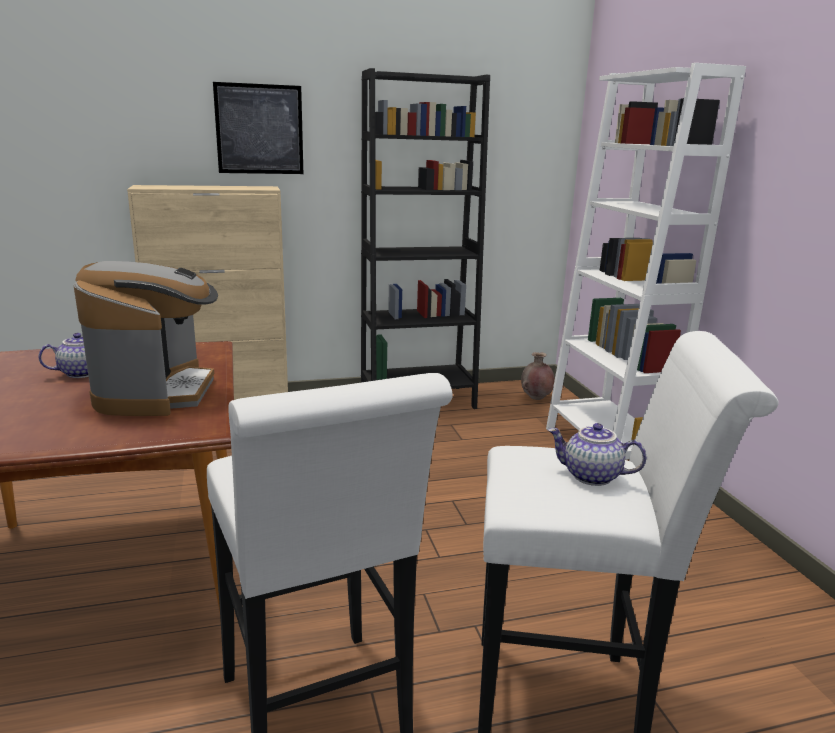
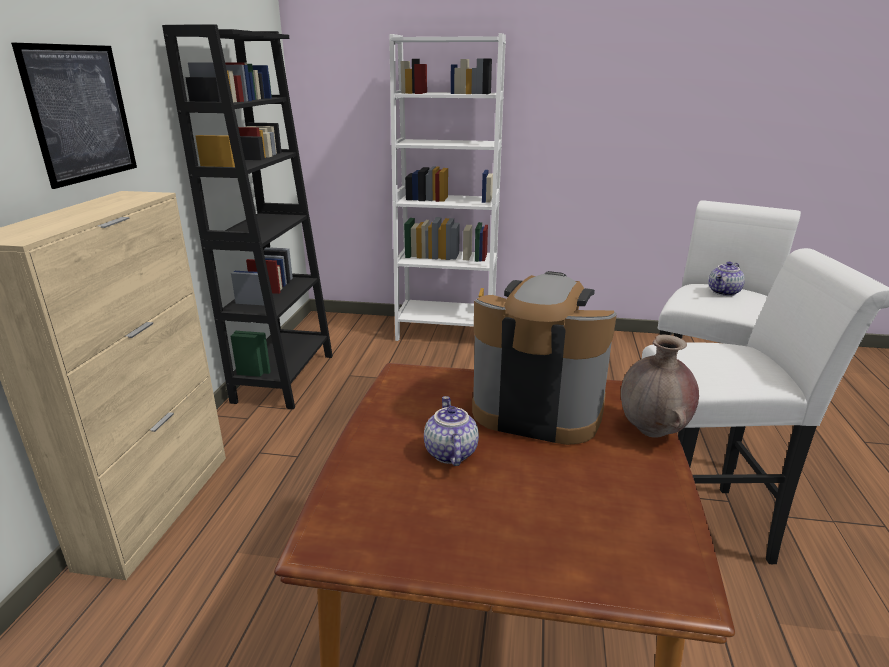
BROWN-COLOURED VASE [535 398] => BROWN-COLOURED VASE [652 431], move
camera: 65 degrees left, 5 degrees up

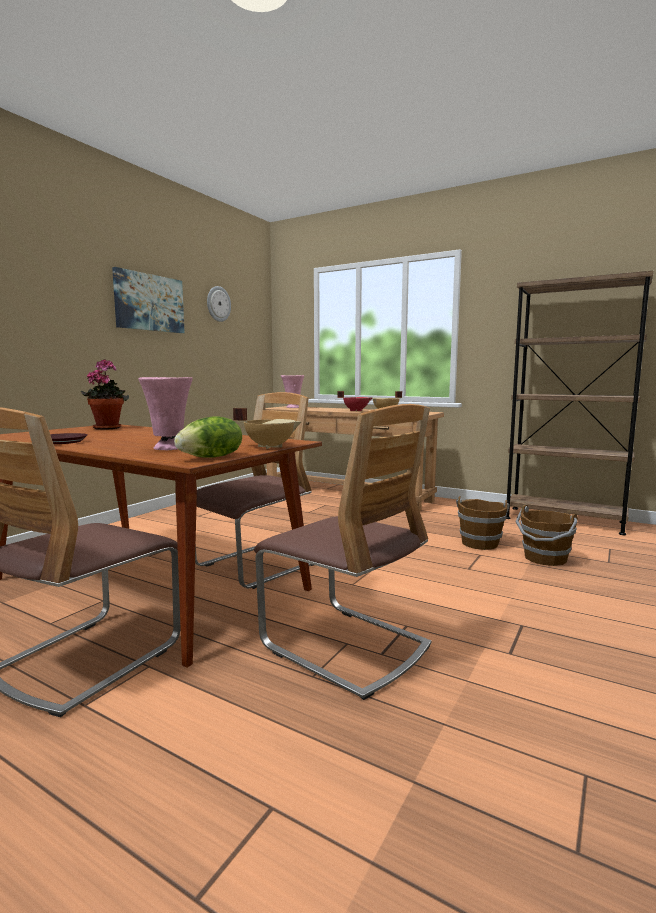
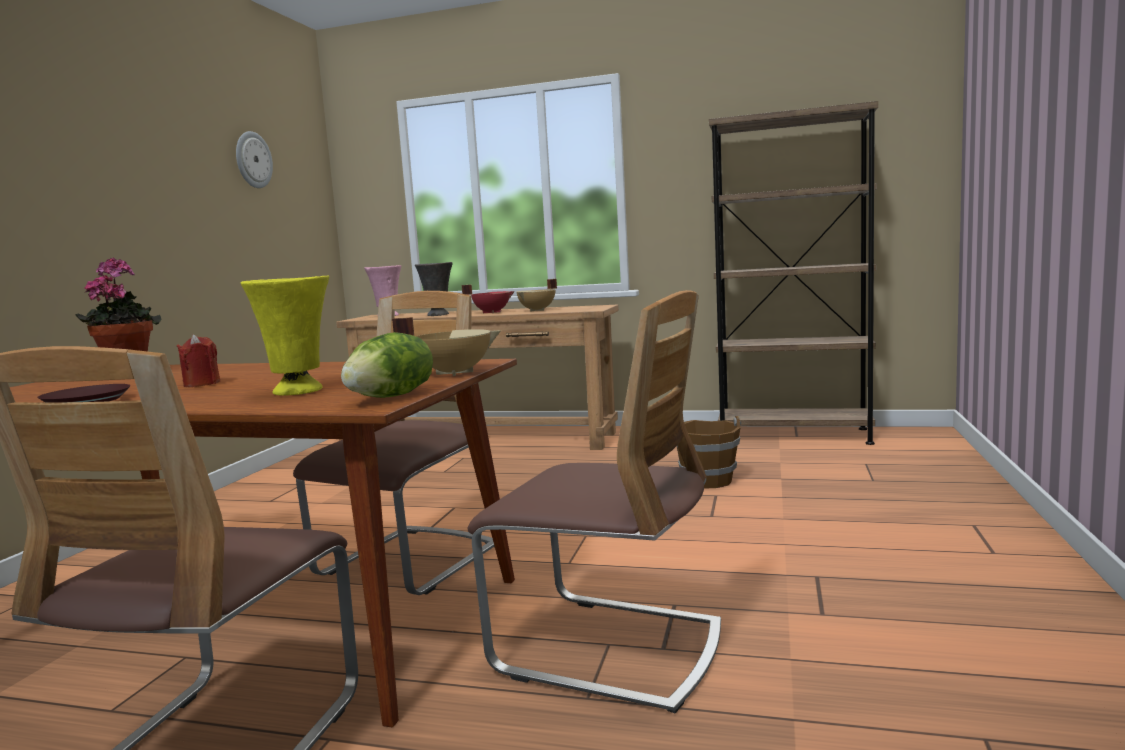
PICTURE [149 302] => nothing
PINK-COLOURED VASE [169 448] => YELLOW VASE [299 391]
BROWN-COLOURED BUCKET [545 559] => nothing
nothing => RED WAX CANDLE [202 384]
nothing => GREYISH VASE [438 315]
camera: 15 degrees left, 0 degrees up

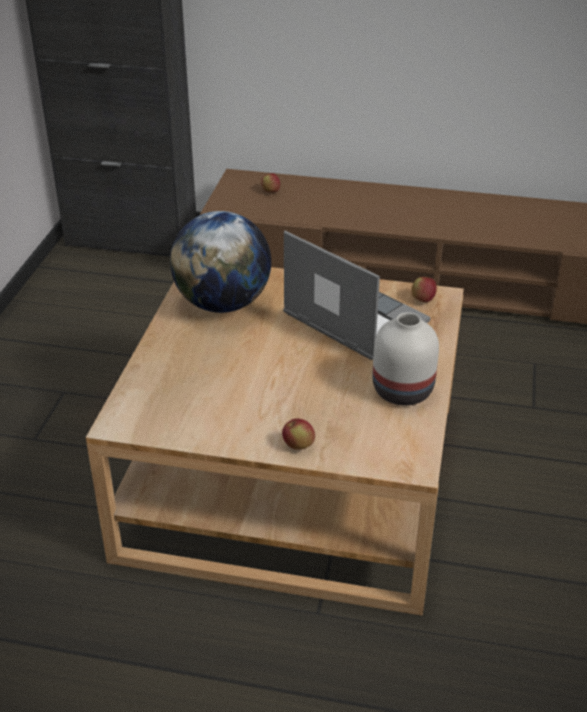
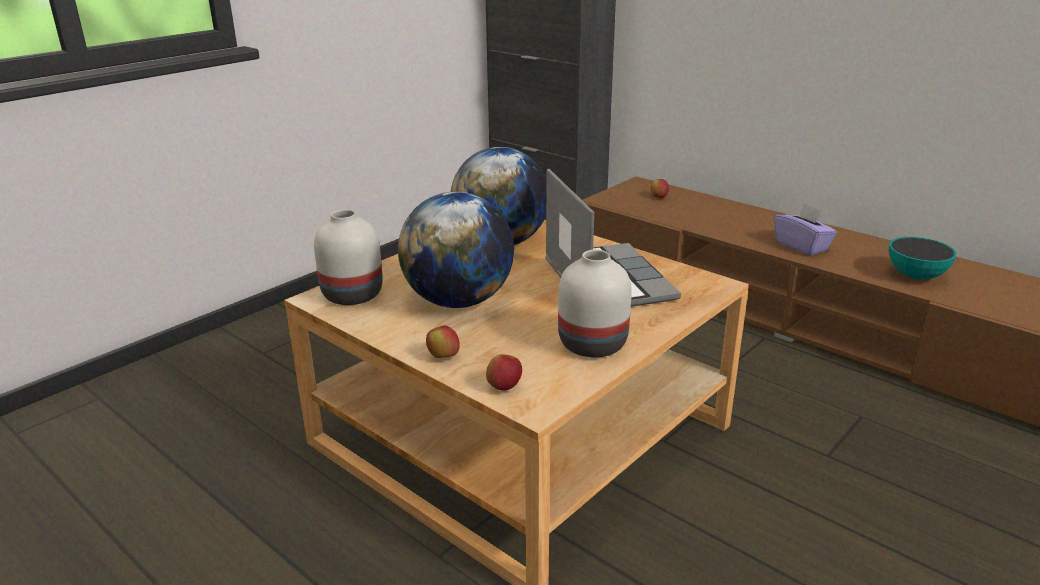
APPLE [423 300] => APPLE [504 387], move
nothing => WHITISH VASE [351 294]
nothing => WORLD GLOBE [458 301]
nothing => PURPLE-COLOURED TISSUE HOLDER [802 246]
nothing => SERVING BOWL [915 276]
camera: 30 degrees right, 10 degrees down

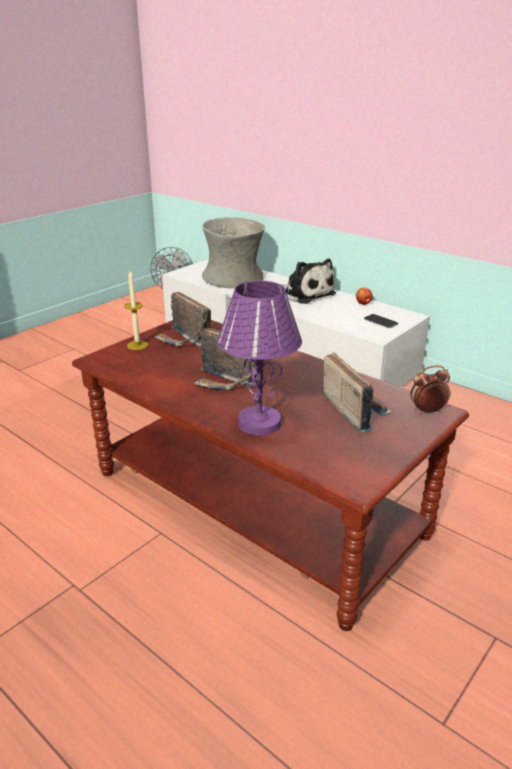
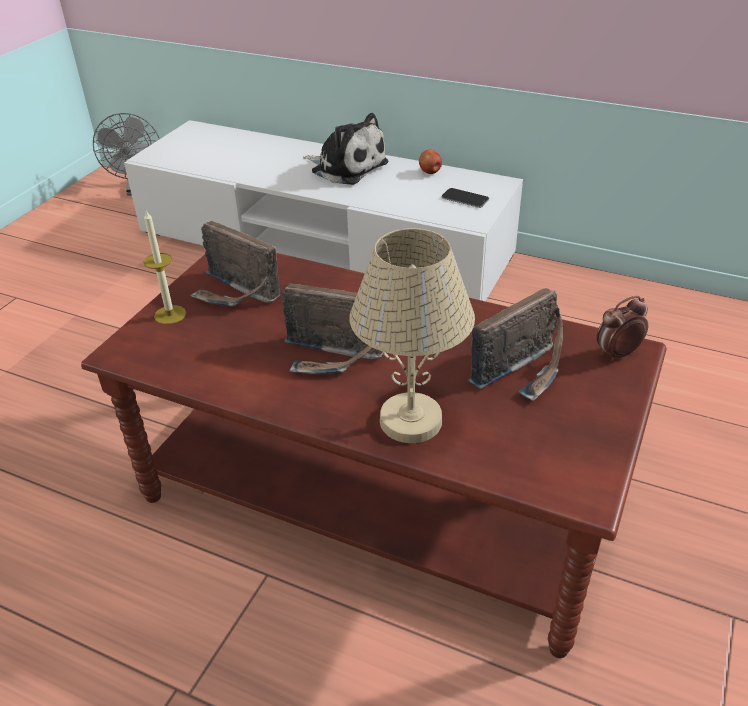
GREYISH VASE [233 279] => nothing
PURPLE-COLOURED TABLETOP LAMP [260 423] => BEIGE TABLETOP LAMP [412 421]
RADIO RECEIVER [354 409] => RADIO RECEIVER [525 370], 90 degrees clockwise
camera: 15 degrees left, 10 degrees up

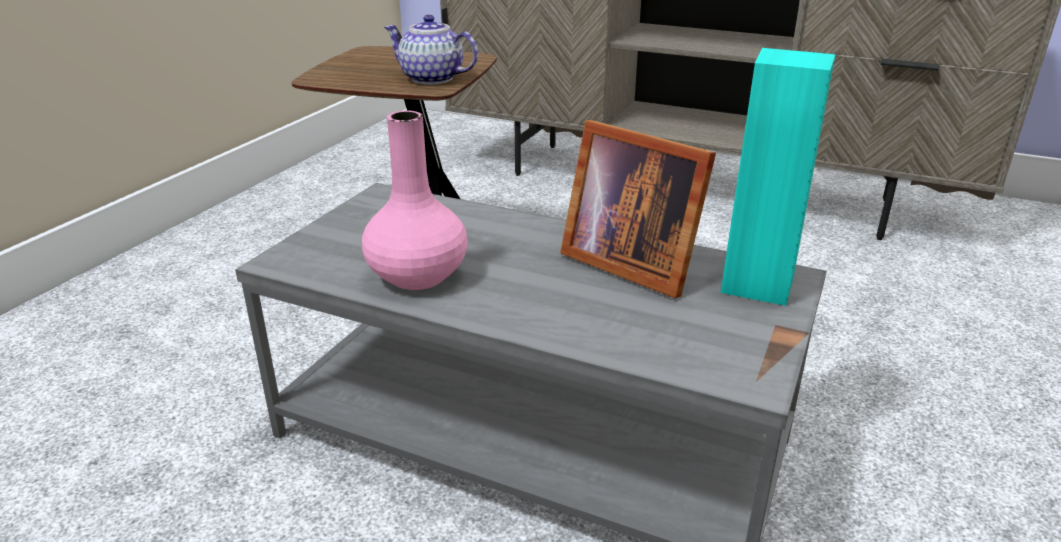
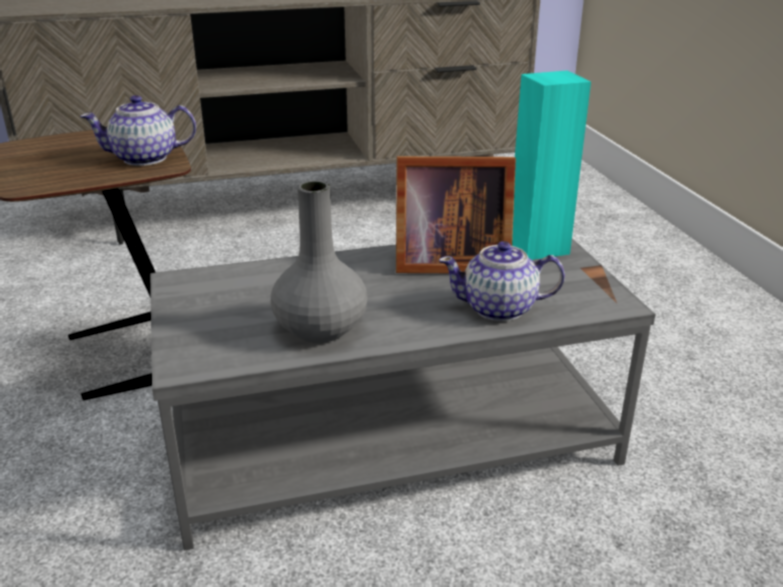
PINK-COLOURED VASE [417 275] => GREYISH VASE [319 328]
nothing => TEA POT [500 309]
camera: 40 degrees left, 0 degrees up

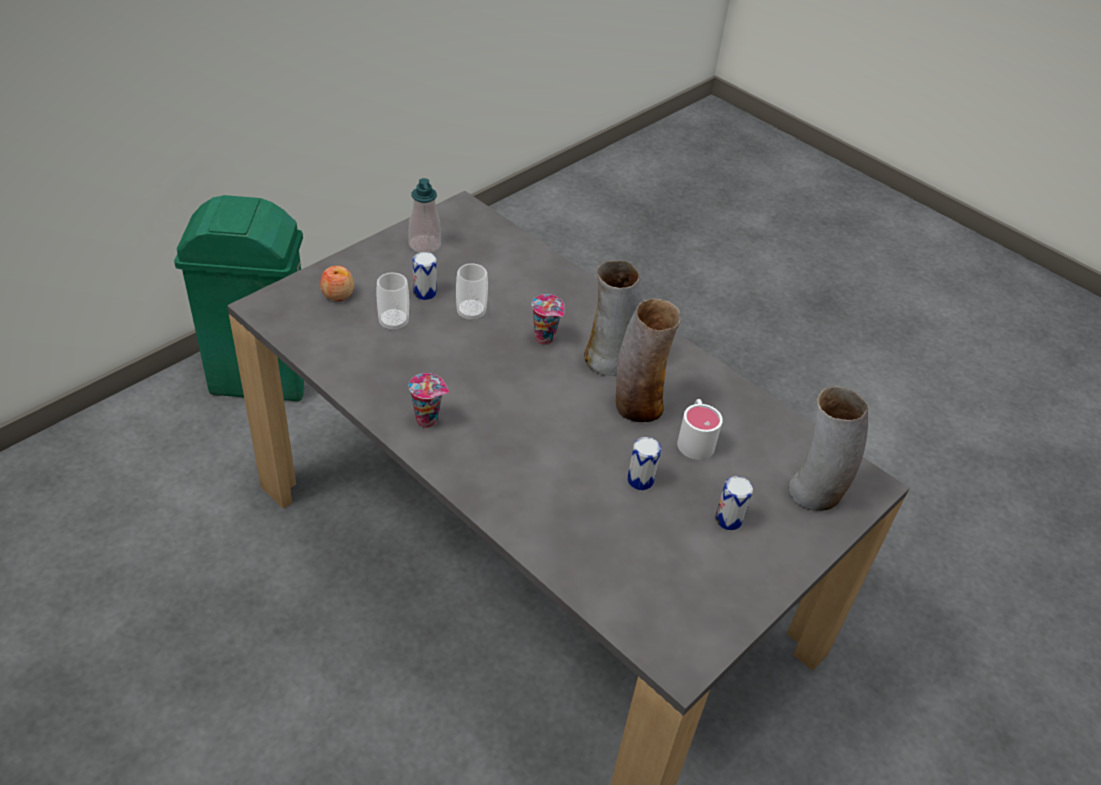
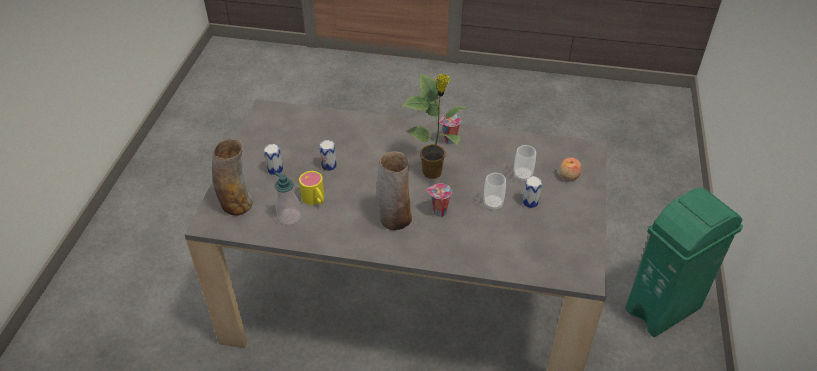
SOAP DISPENSER [424 245] => SOAP DISPENSER [289 217], move
VASE [637 406] => nothing
WHITISH COFFEE MUG [695 438] => YELLOW COFFEE MUG [315 199]
nothing => HOUSEPLANT [433 172]
camera: 150 degrees right, 0 degrees up

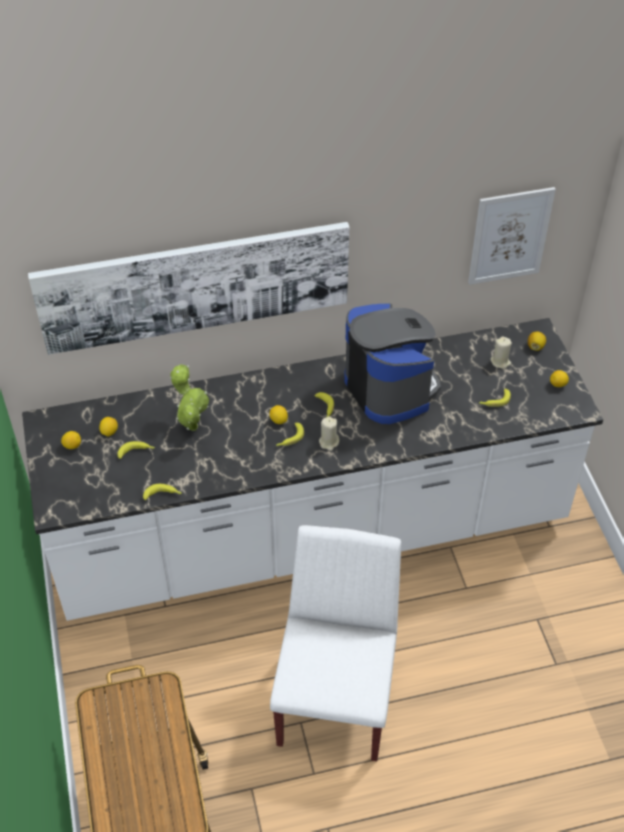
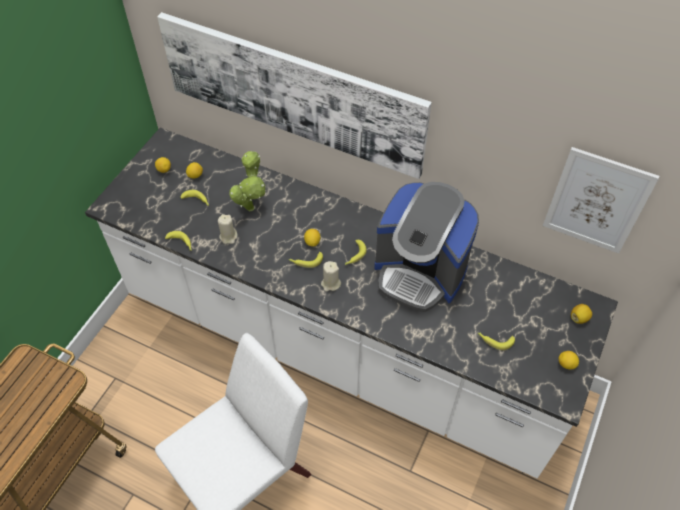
COFFEE BREWER [389 388] => COFFEE BREWER [420 272], 105 degrees clockwise
BEIGE WAX CANDLE [500 362] => BEIGE WAX CANDLE [228 236], move
camera: 40 degrees right, 5 degrees up

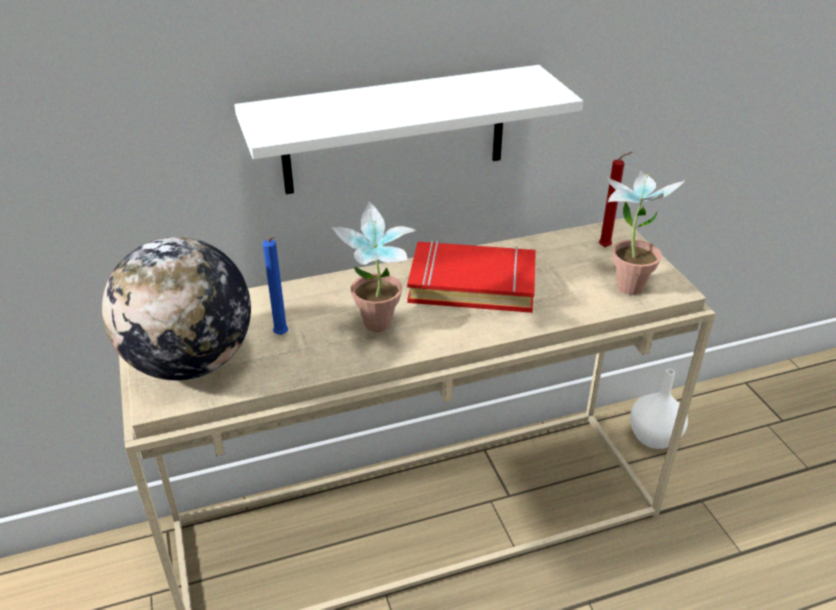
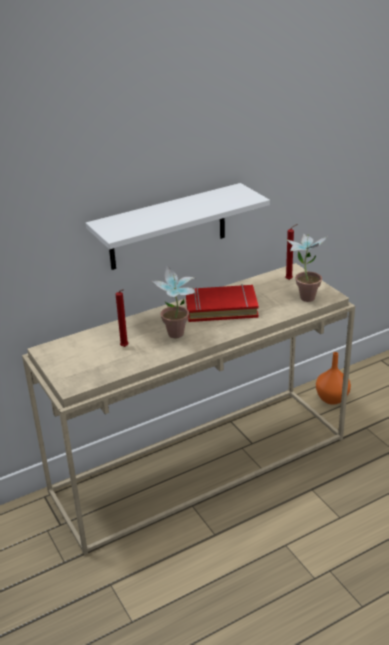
WORLD GLOBE [190 362] => nothing
BLUE WAX CANDLE [282 336] => RED WAX CANDLE [125 347]
WHITISH VASE [654 437] => ORANGE-COLOURED VASE [332 398]
camera: 10 degrees left, 5 degrees down

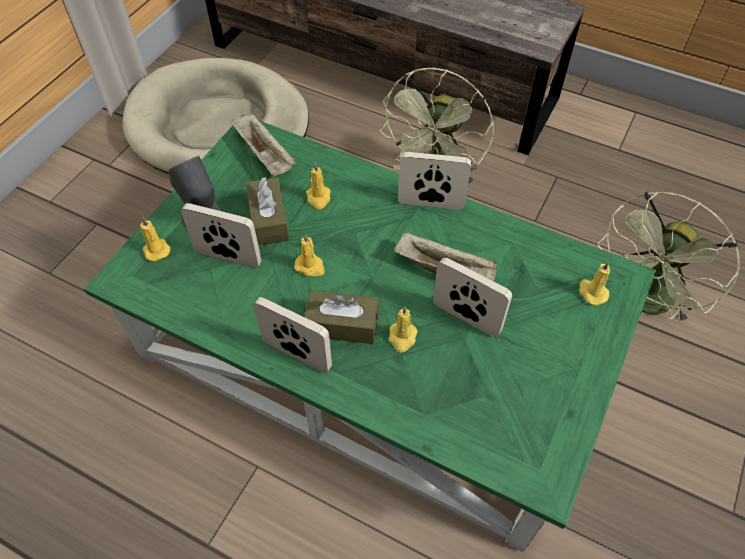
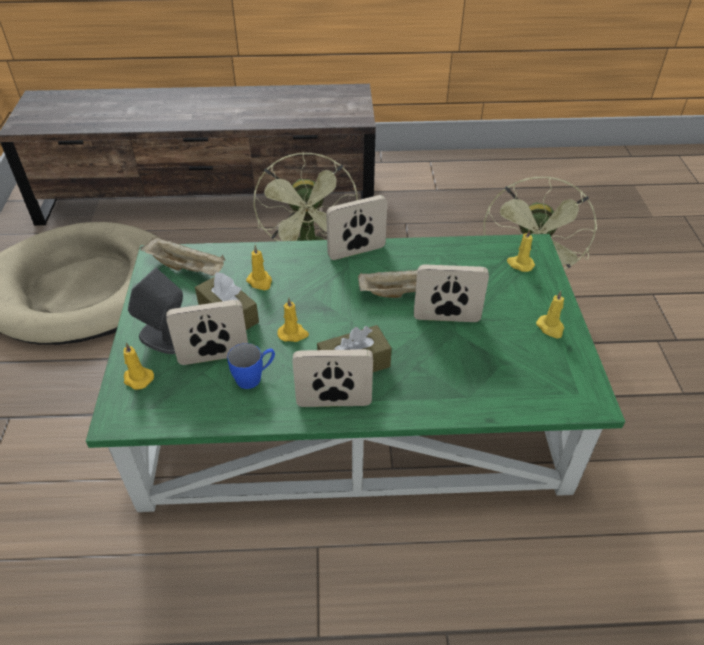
YELLOW WAX CANDLE [402 337] => YELLOW WAX CANDLE [550 328], move
nothing => BLUE COFFEE MUG [254 377]
camera: 30 degrees left, 10 degrees down

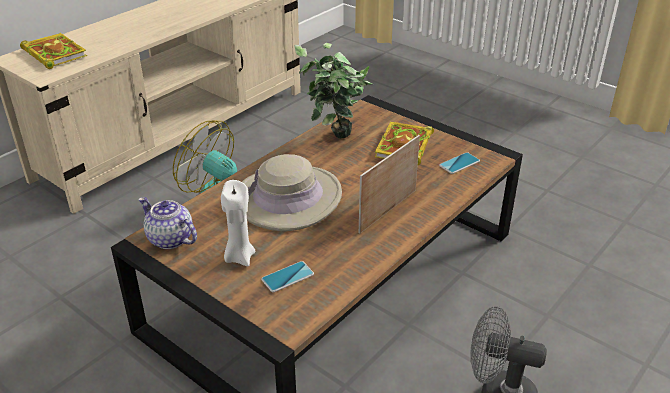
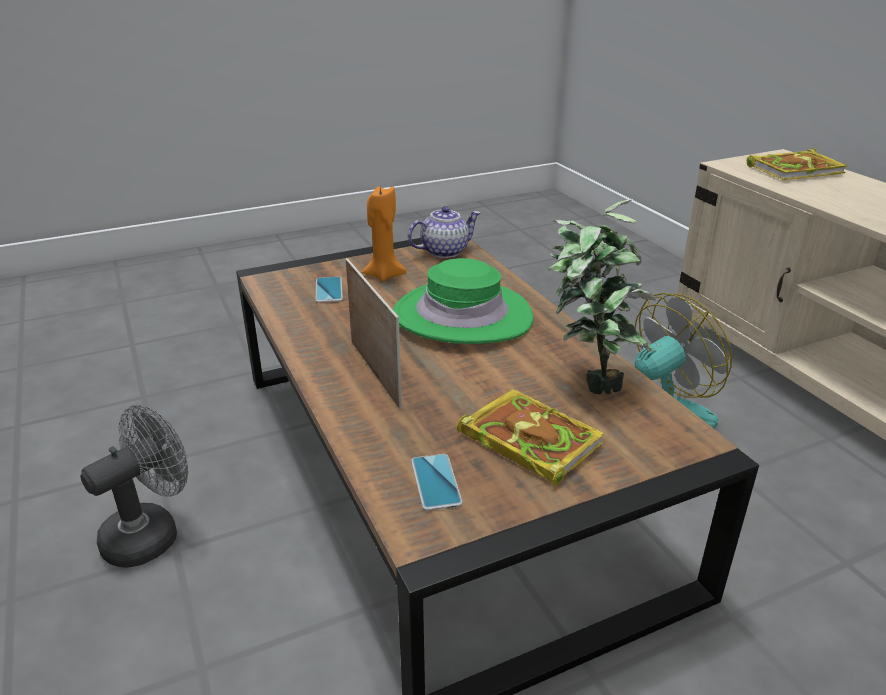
WHITISH WAX CANDLE [239 257] => ORANGE-COLOURED WAX CANDLE [384 275]
BEIGE HAT [288 198] => GREEN-COLOURED HAT [462 316]
camera: 115 degrees right, 5 degrees down

